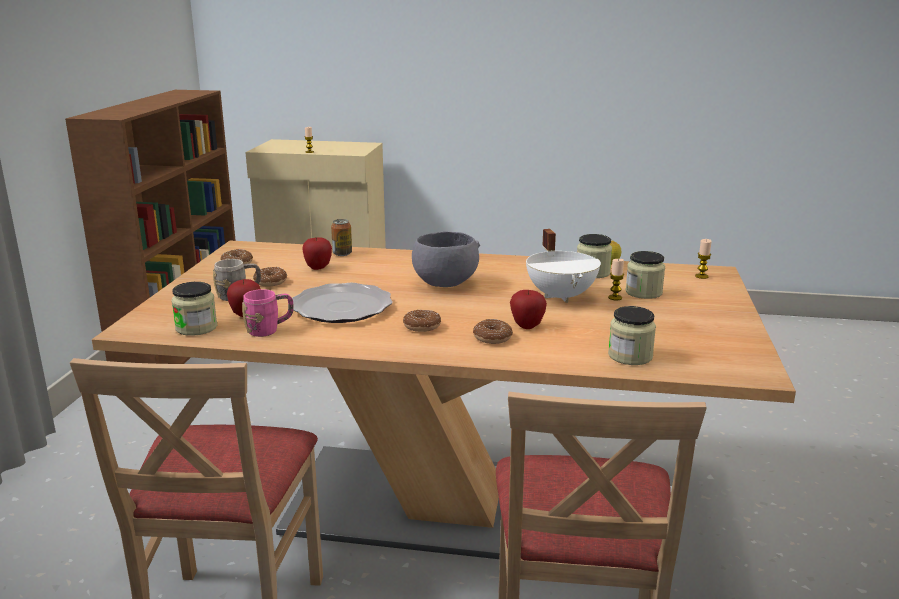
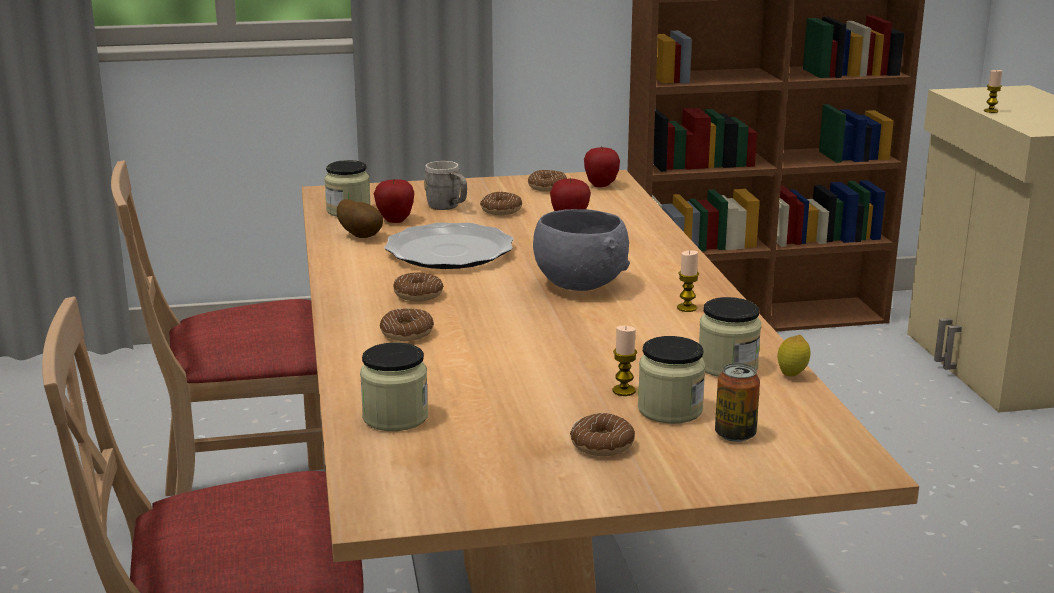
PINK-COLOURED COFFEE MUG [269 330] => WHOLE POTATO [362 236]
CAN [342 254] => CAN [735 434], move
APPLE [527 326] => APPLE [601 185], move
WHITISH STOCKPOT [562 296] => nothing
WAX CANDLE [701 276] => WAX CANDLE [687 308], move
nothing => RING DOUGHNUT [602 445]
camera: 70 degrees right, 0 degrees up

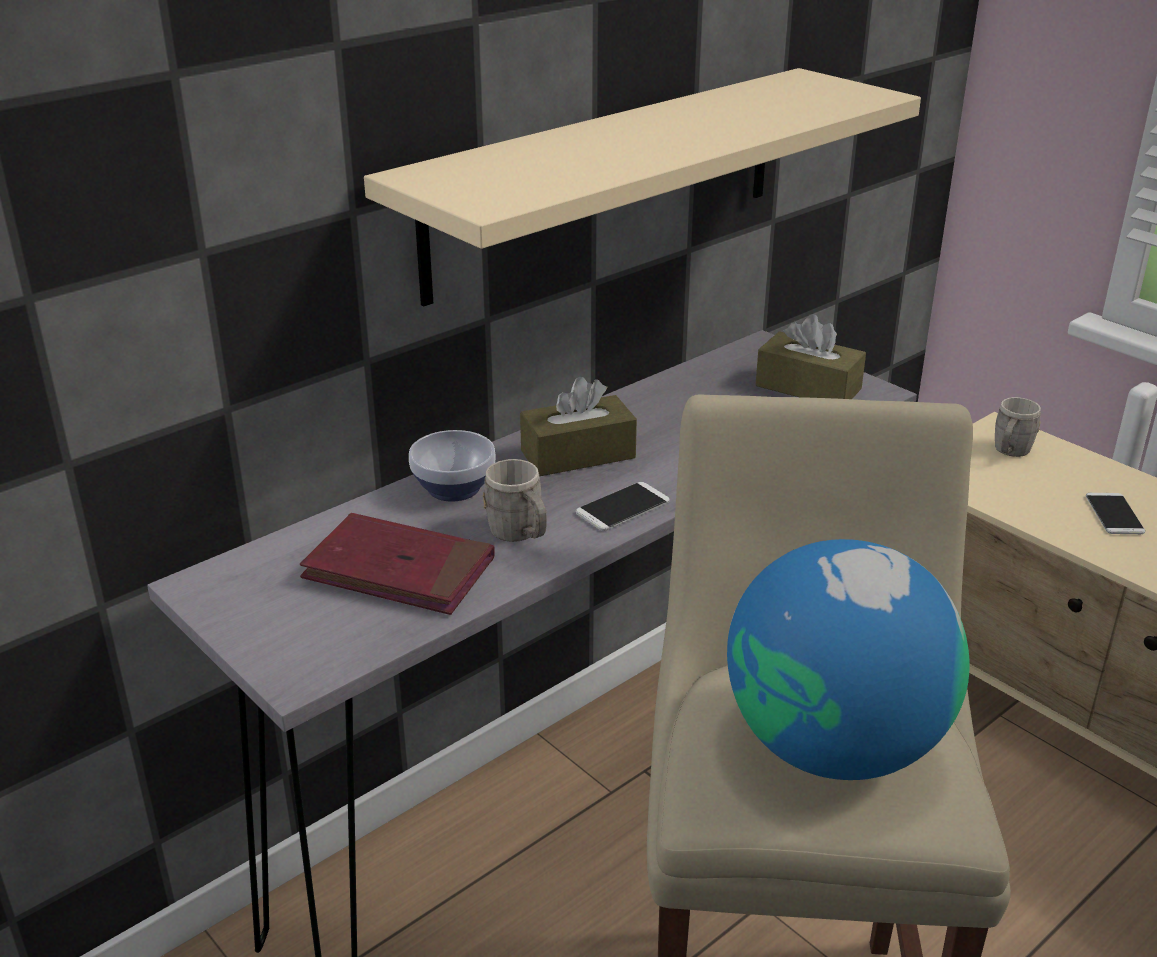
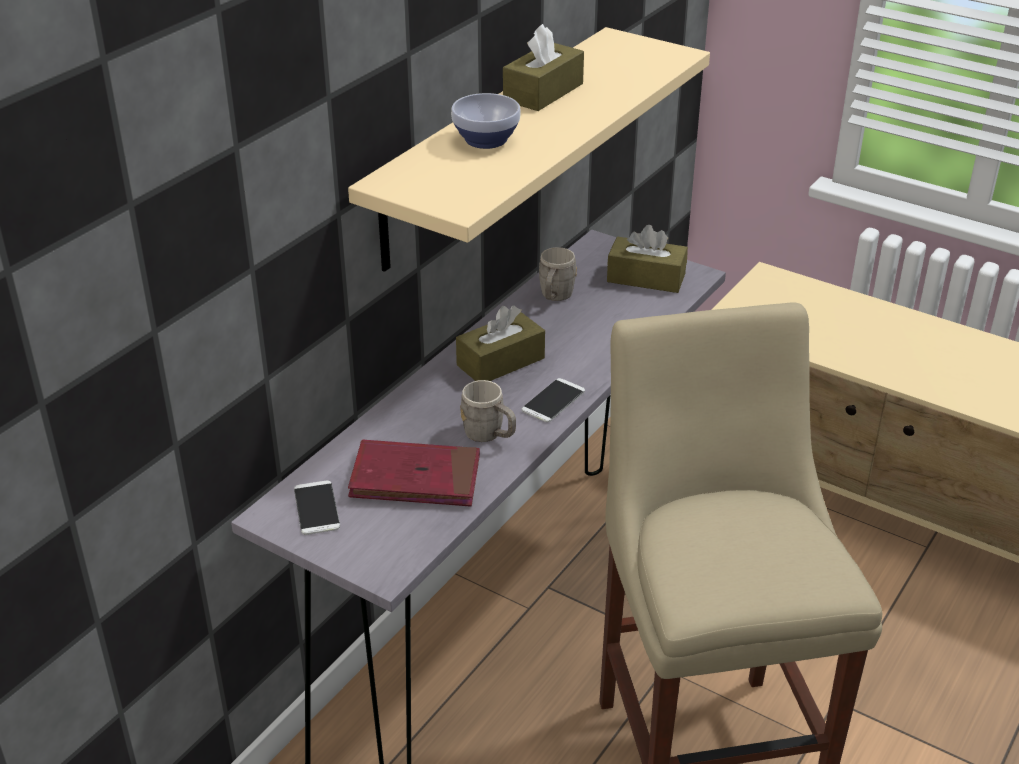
SERVING BOWL [451 488] => SERVING BOWL [484 140], move
WORLD GLOBE [834 745] => nothing
GREYISH COFFEE MUG [1009 452] => GREYISH COFFEE MUG [554 297], move
HANDSET [1114 514] => HANDSET [316 508], move
nothing => BROWN-COLOURED TISSUE HOLDER [543 92]
camera: 15 degrees left, 5 degrees up

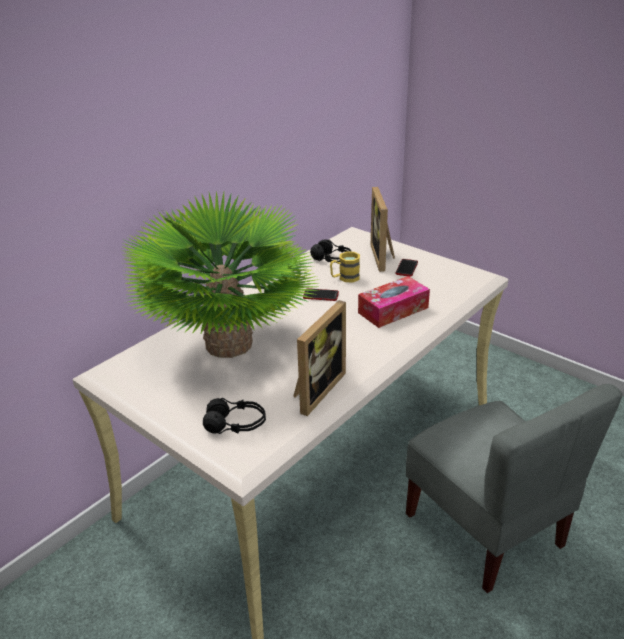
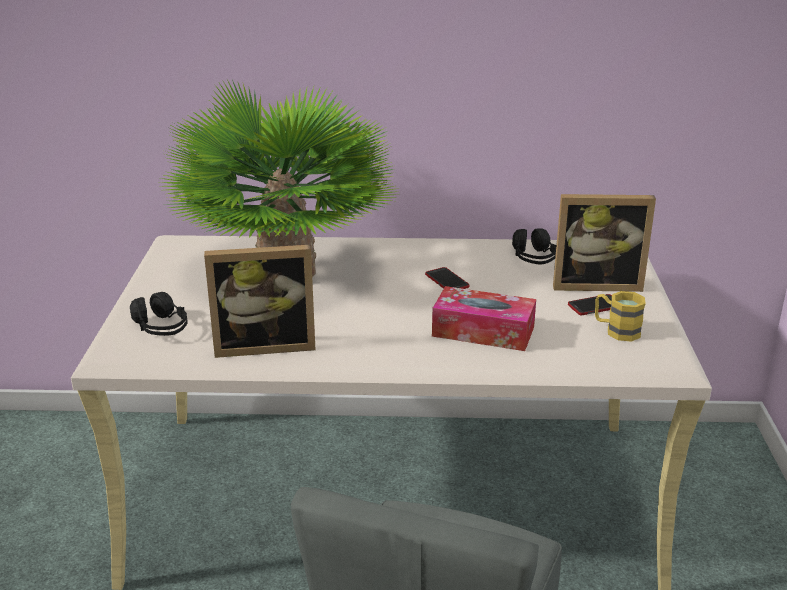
YELLOW COFFEE MUG [345 278] => YELLOW COFFEE MUG [616 330], move
PHOTO FRAME [384 257] => PHOTO FRAME [596 284], 135 degrees counterclockwise
camera: 50 degrees right, 5 degrees down

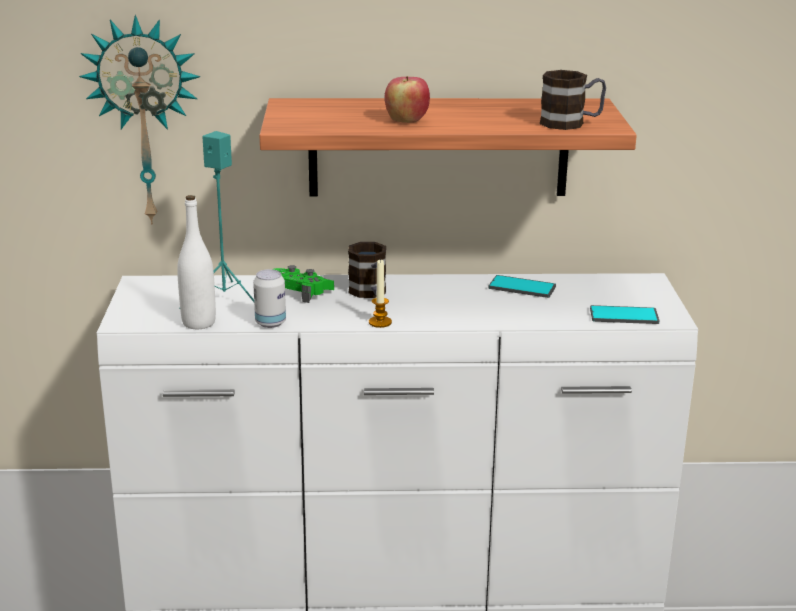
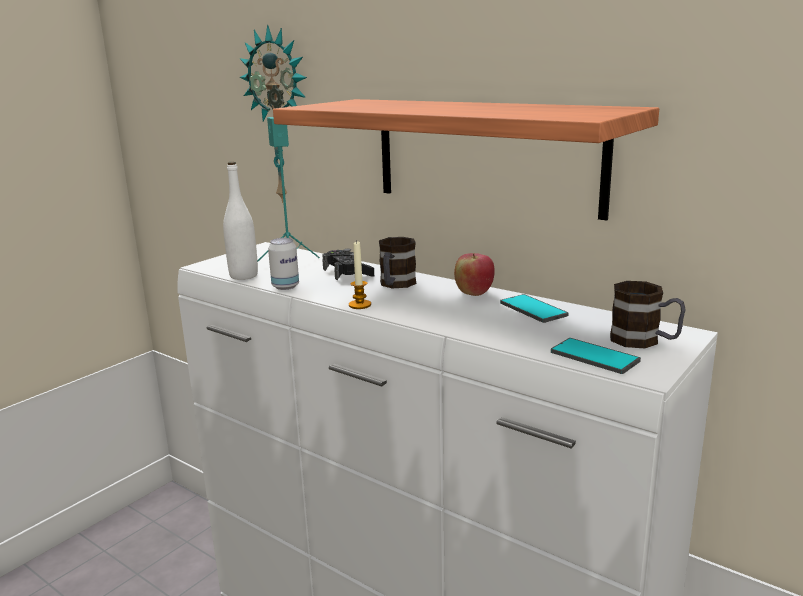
GREEN-COLOURED JOYPAD [299 291] => BLACKISH JOYPAD [348 272]
APPLE [406 121] => APPLE [474 293], move
COFFEE MUG [571 123] => COFFEE MUG [644 341], move
camera: 40 degrees right, 5 degrees down

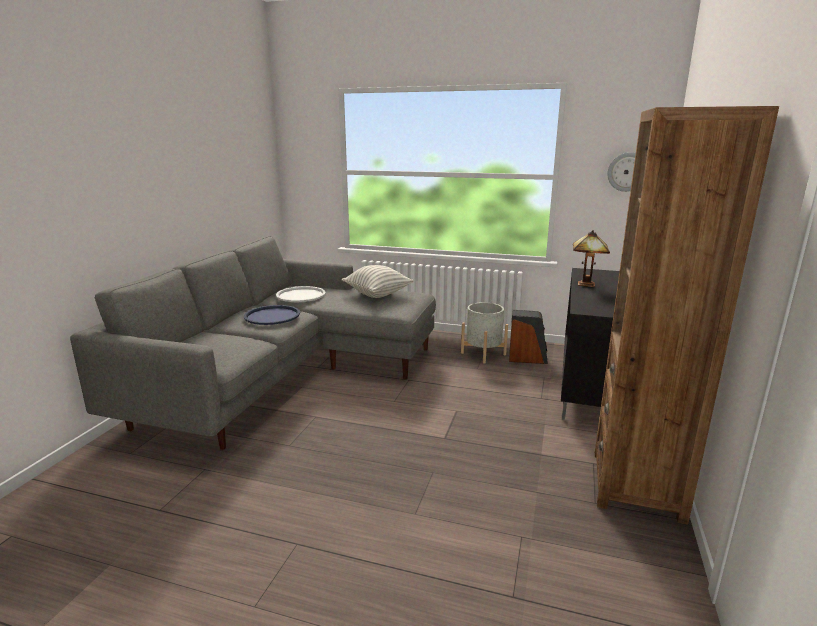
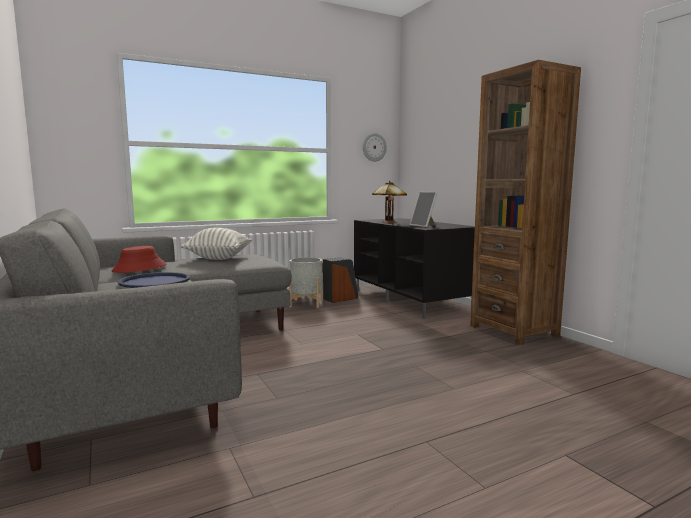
WHITISH CARRYING TRAY [301 295] => RED HAT [140 268]
nothing => PHOTO FRAME [424 226]
camera: 45 degrees left, 10 degrees down

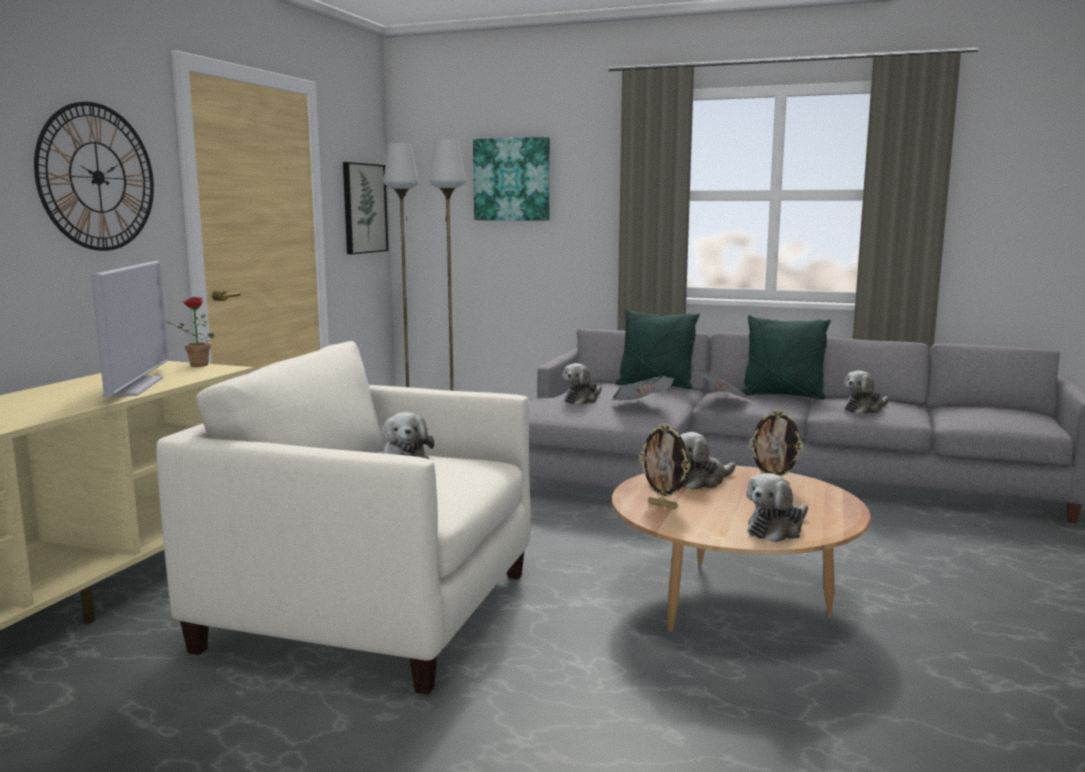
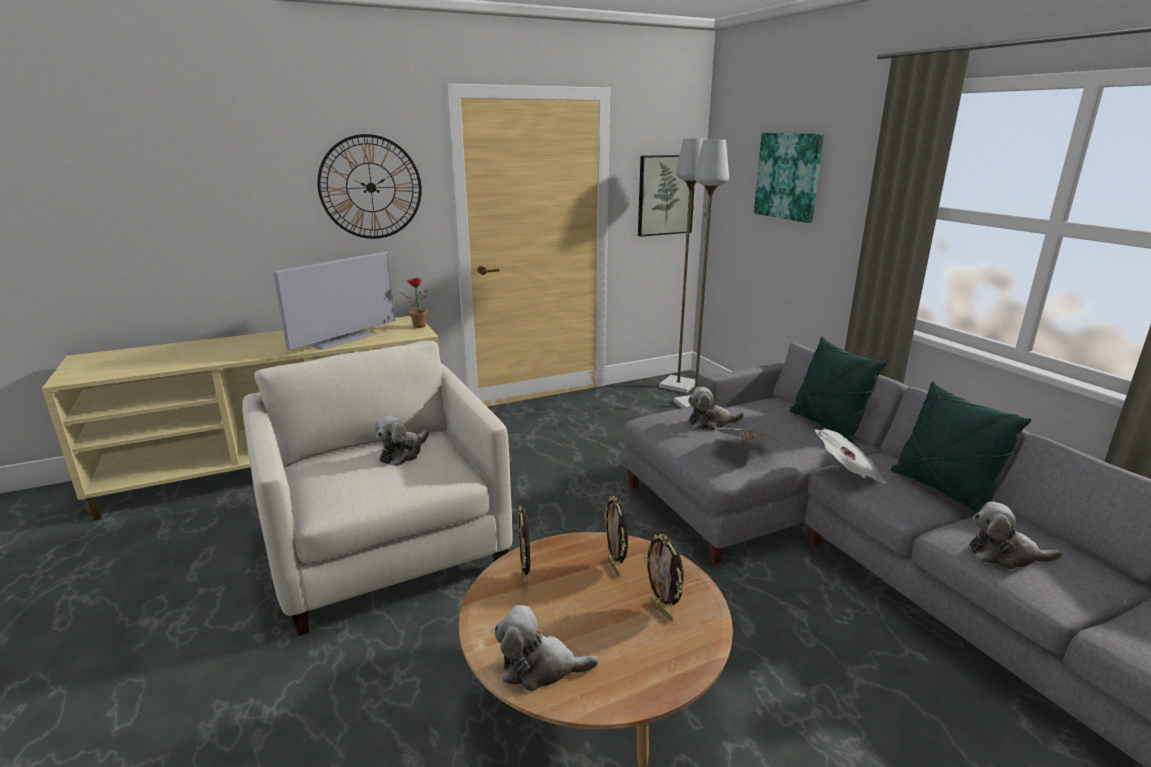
PLUSH TOY [701 481] => PHOTO FRAME [615 568]
camera: 45 degrees right, 10 degrees up

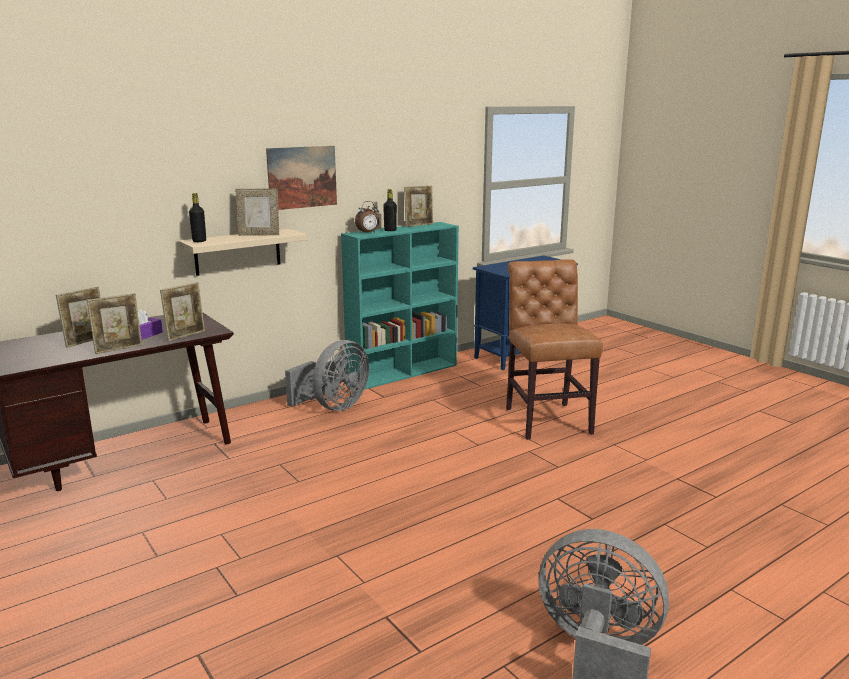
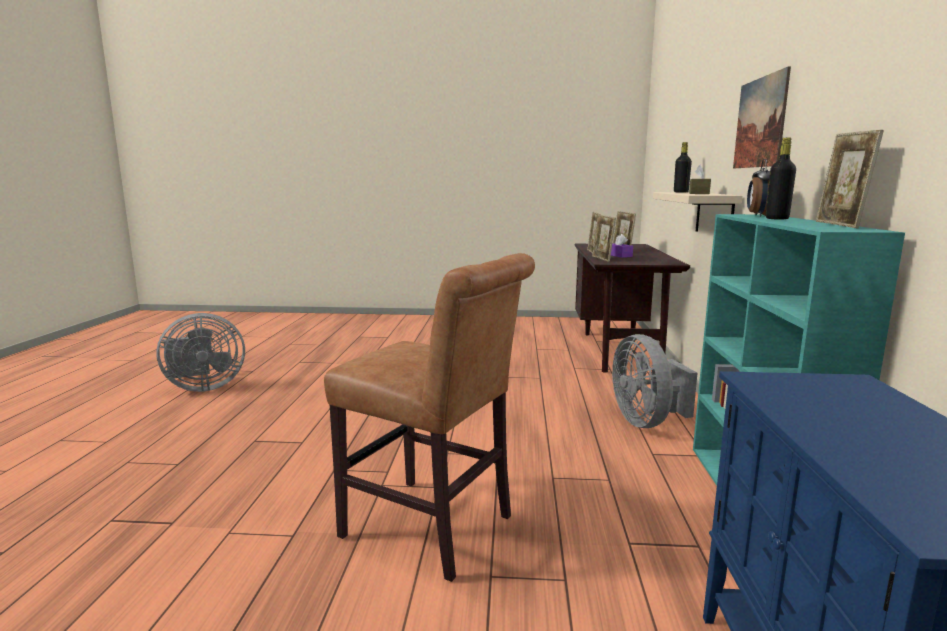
PHOTO FRAME [259 235] => BROWN-COLOURED TISSUE HOLDER [699 193]
camera: 130 degrees right, 5 degrees down

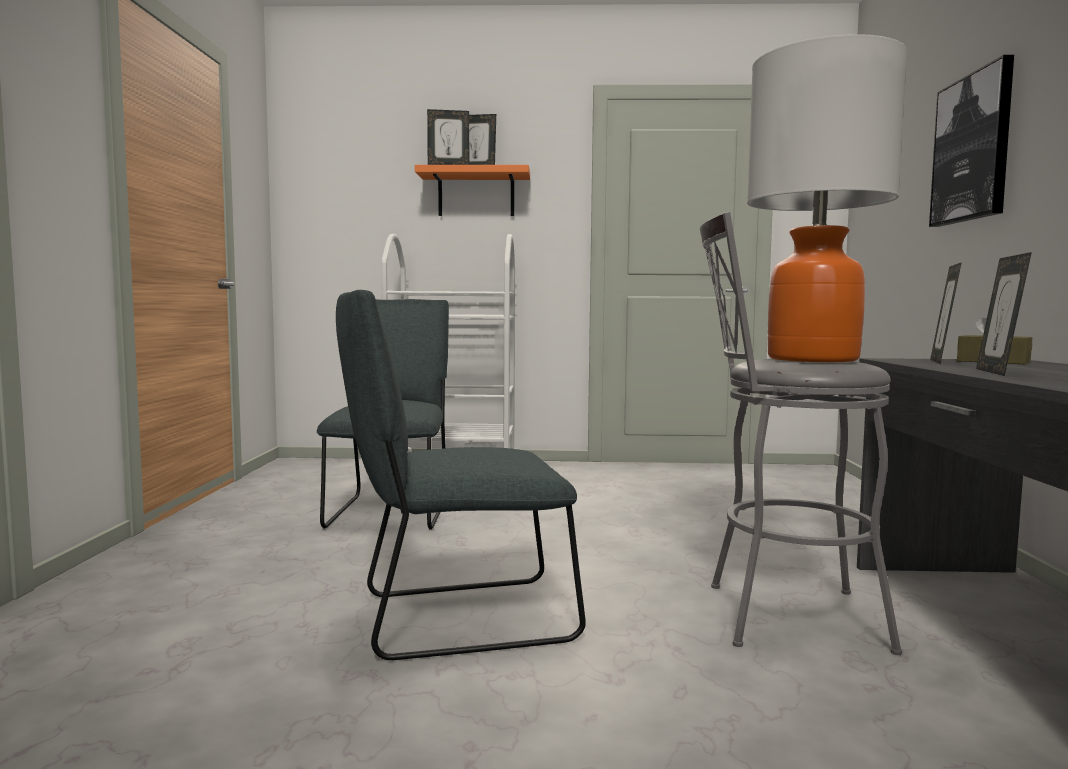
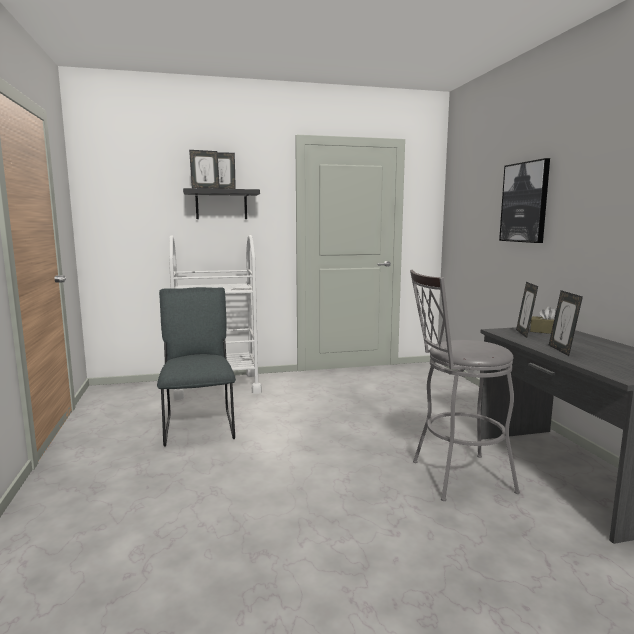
GREYISH PLAIN CHAIR [456 618] => nothing
ORANGE-COLOURED WALL SHELF [476 194] => BLACKISH WALL SHELF [221 204]
TABLETOP LAMP [812 359] => nothing
camera: 15 degrees left, 5 degrees up

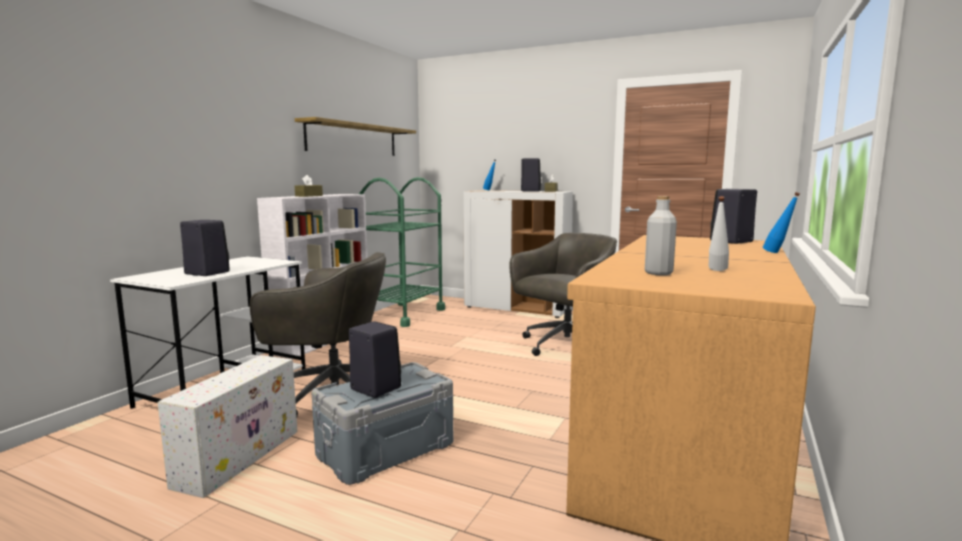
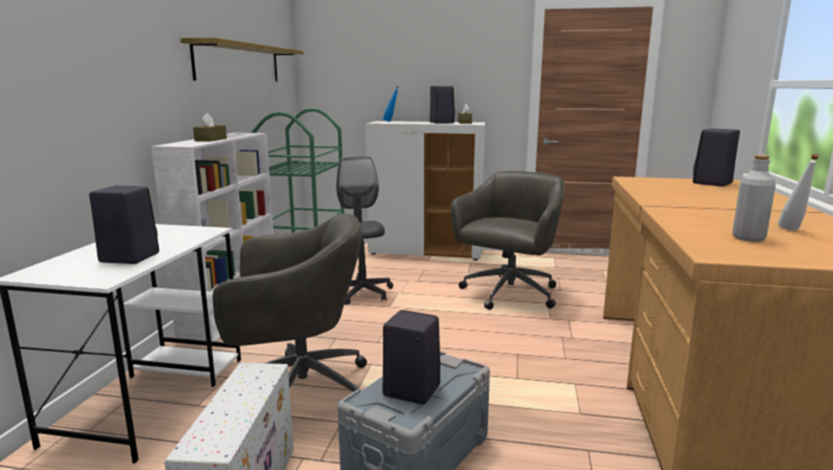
BLUE BOTTLE [778 253] => nothing
nothing => GREYISH OFFICE CHAIR [362 293]
camera: 15 degrees left, 5 degrees up

